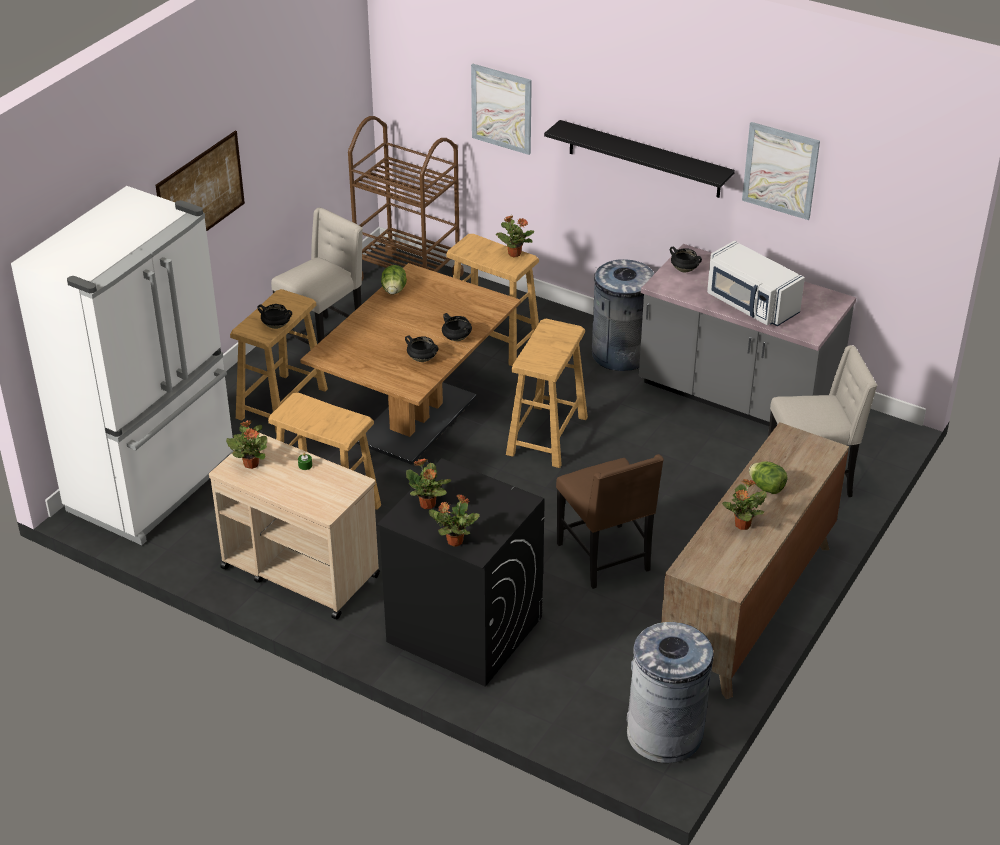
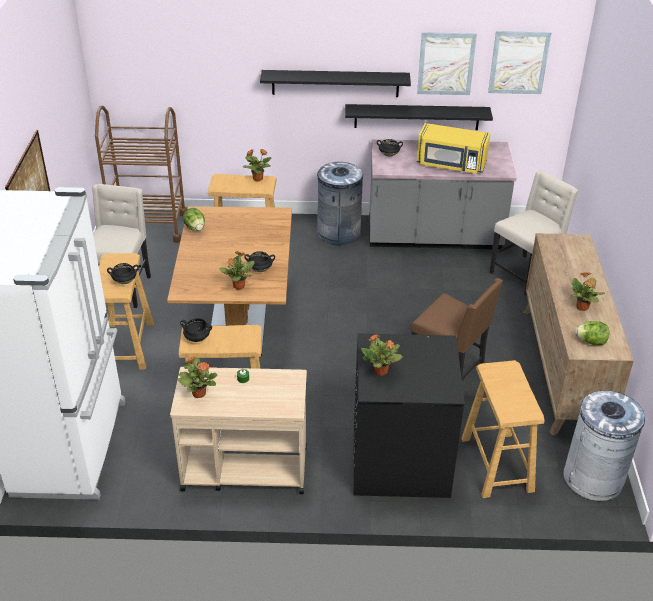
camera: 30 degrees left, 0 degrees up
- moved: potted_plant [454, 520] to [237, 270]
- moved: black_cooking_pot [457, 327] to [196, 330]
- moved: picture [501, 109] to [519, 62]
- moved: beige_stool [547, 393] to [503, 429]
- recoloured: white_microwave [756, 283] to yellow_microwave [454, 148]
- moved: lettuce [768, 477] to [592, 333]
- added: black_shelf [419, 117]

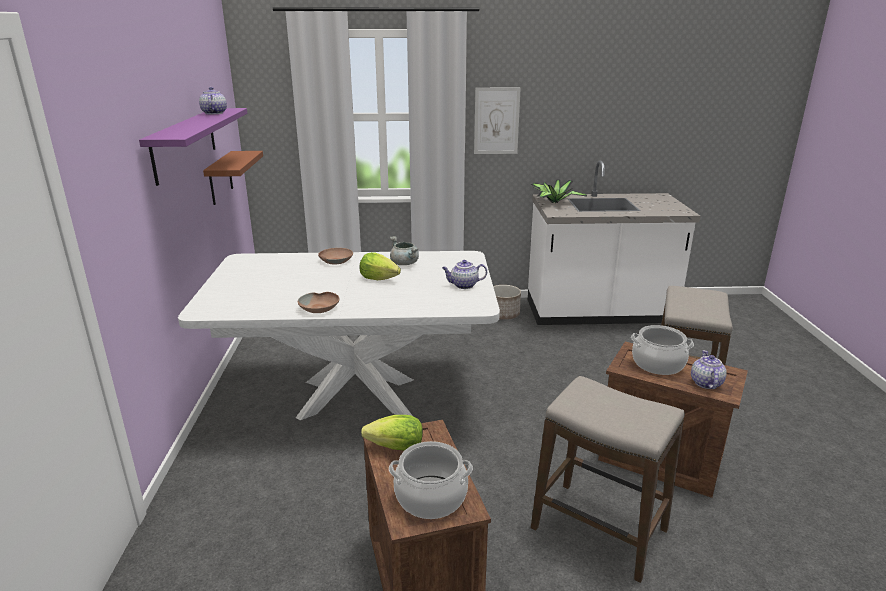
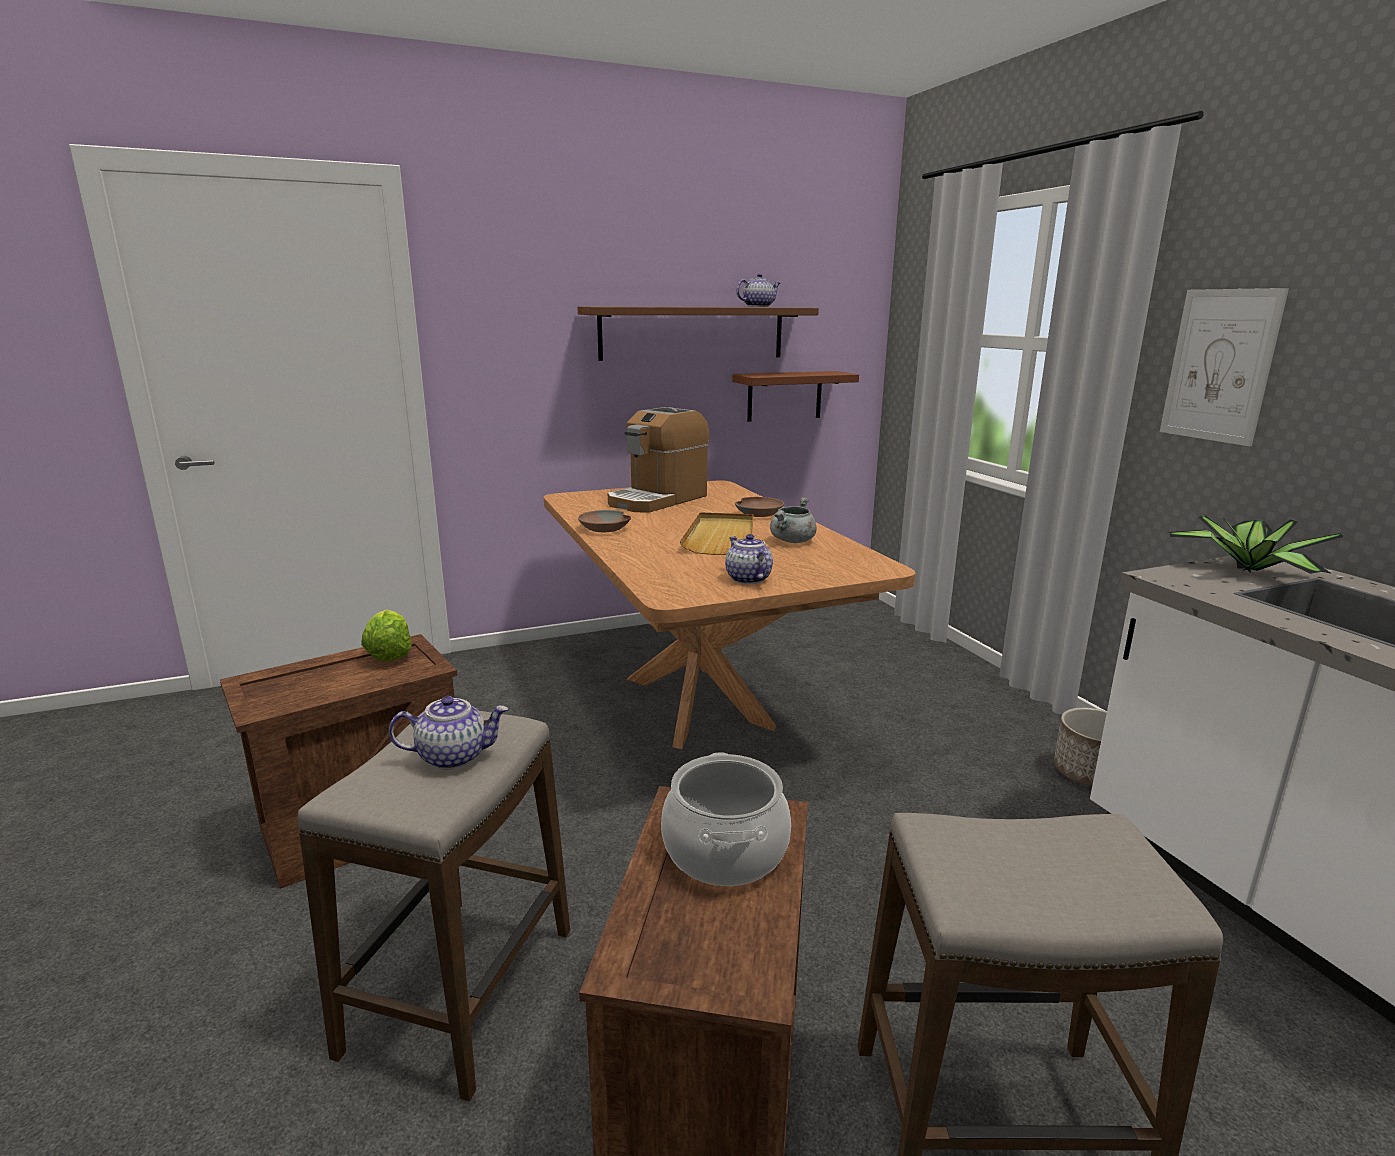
camera: 70 degrees right, 5 degrees down
- recoloured: purple_shelf [193, 147] to brown_shelf [698, 333]
- recoloured: white_dining_table [339, 335] to brown_dining_table [730, 614]
- replaced: lettuce [380, 266] to beige_tray [716, 533]
- removed: cooking_pot [431, 480]
- moved: teapot [709, 369] to [448, 733]
- added: coffee_machine [658, 460]

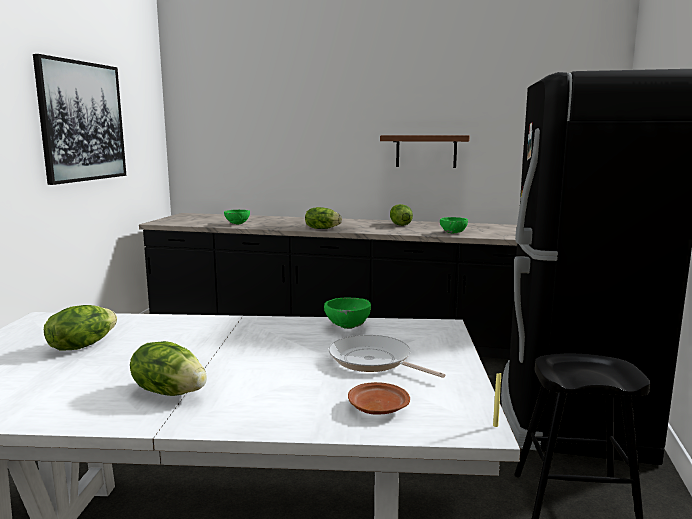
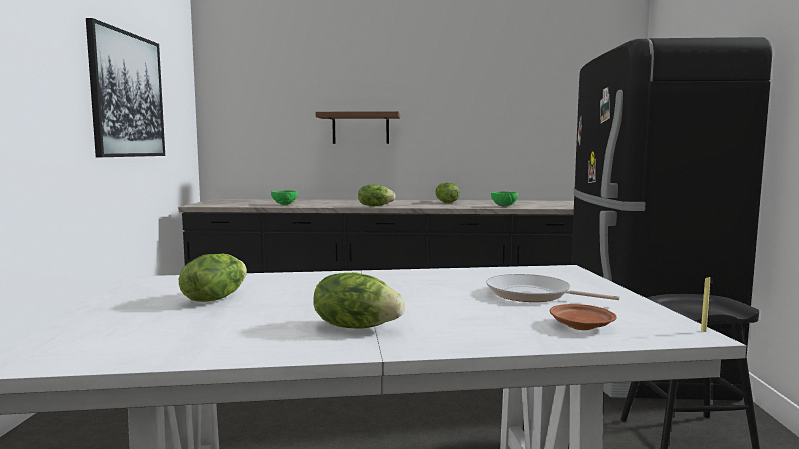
camera: 10 degrees left, 5 degrees down
- removed: green_bowl [347, 313]
- moved: shelf [425, 151] to [358, 127]

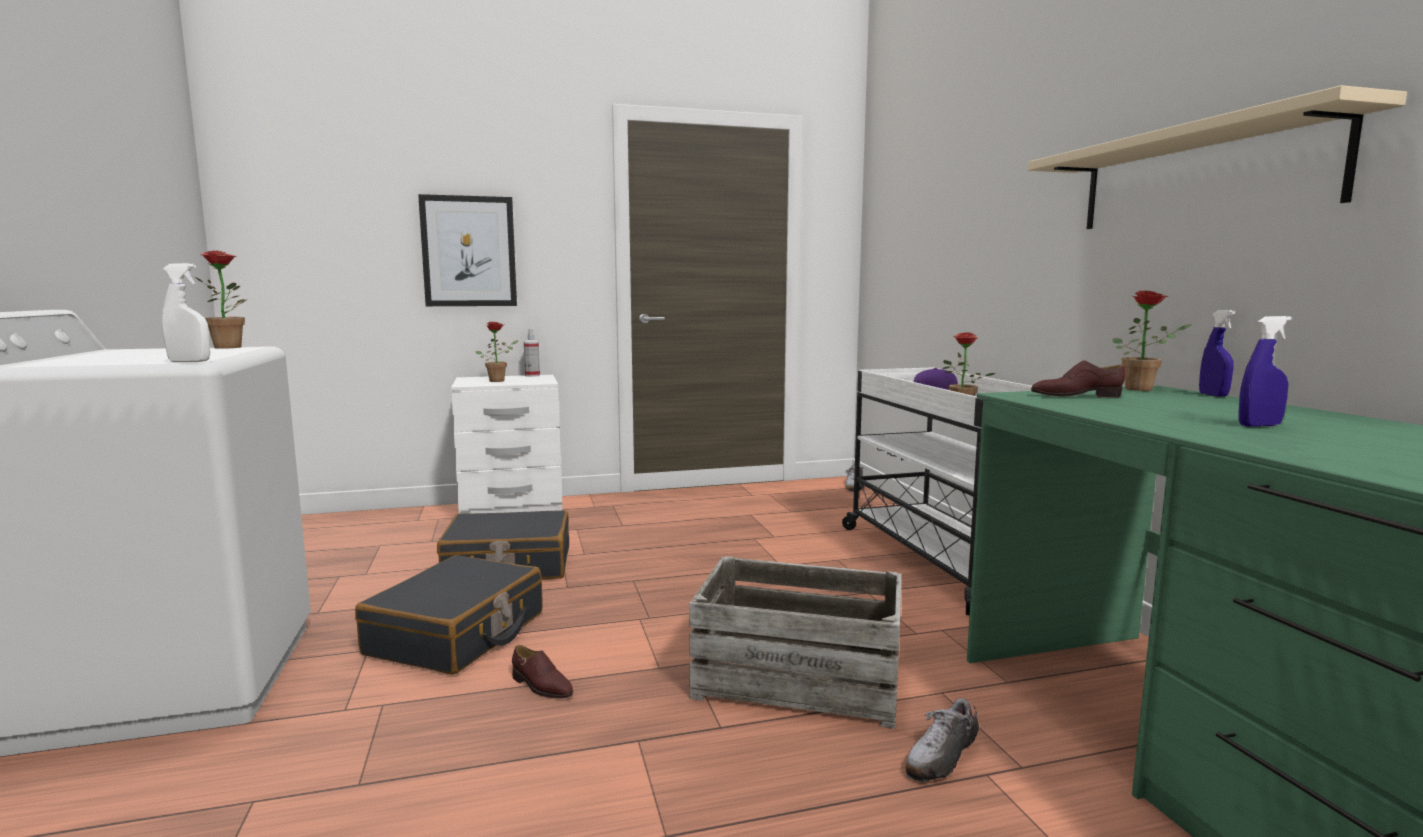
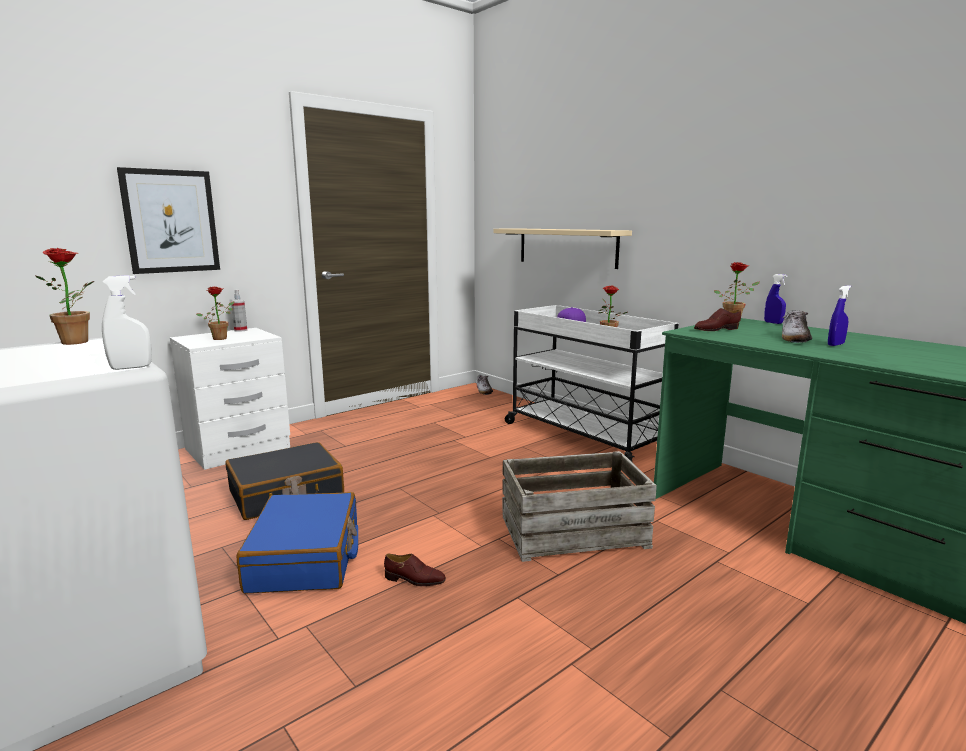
camera: 25 degrees left, 5 degrees up
- recoloured: black_suitcase [449, 615] to blue_suitcase [297, 543]
- moved: shoe [942, 740] to [797, 326]
- moved: beige_shelf [1217, 157] to [562, 248]

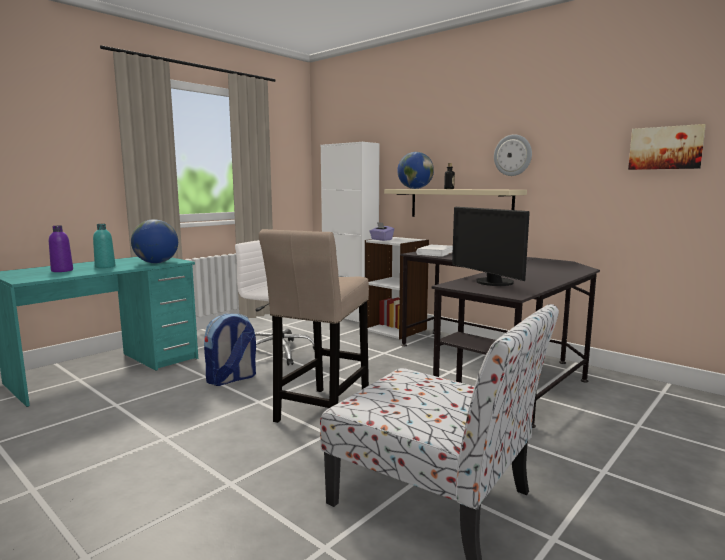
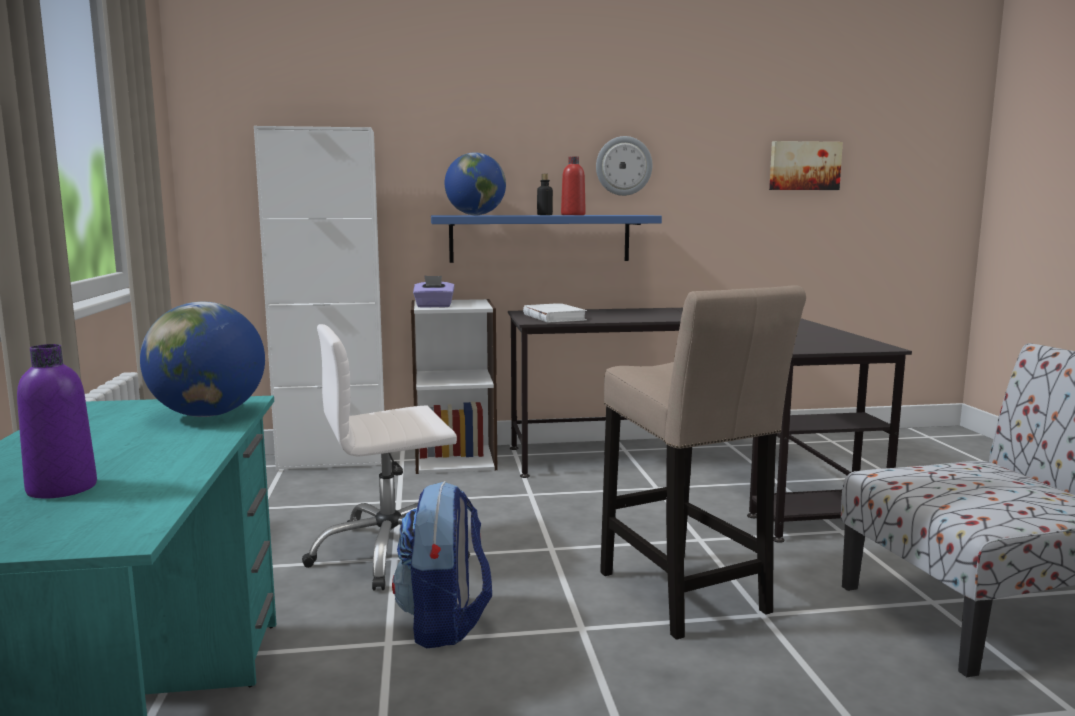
camera: 50 degrees left, 0 degrees up
- removed: turquoise_bottle [104, 246]
- recoloured: beige_shelf [455, 203] to blue_shelf [546, 239]
- removed: monitor [491, 246]
- added: red_bottle [573, 185]

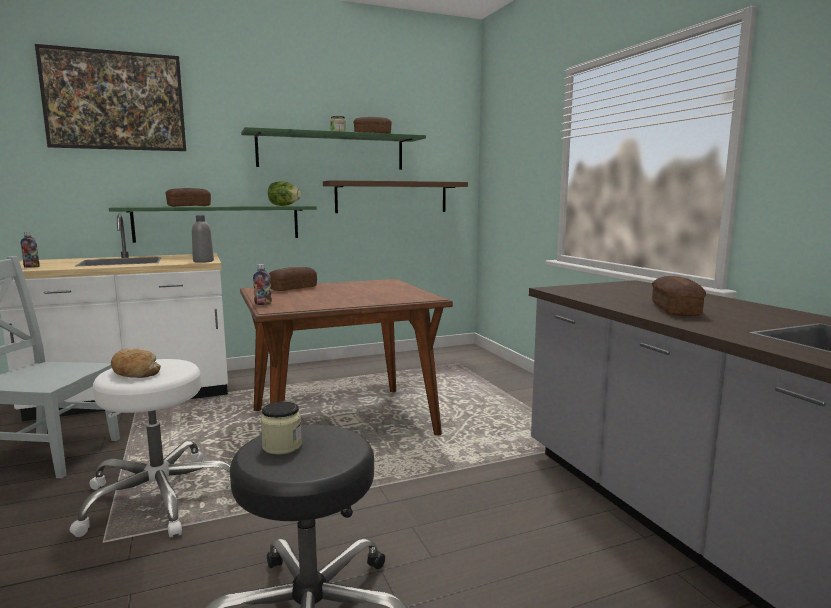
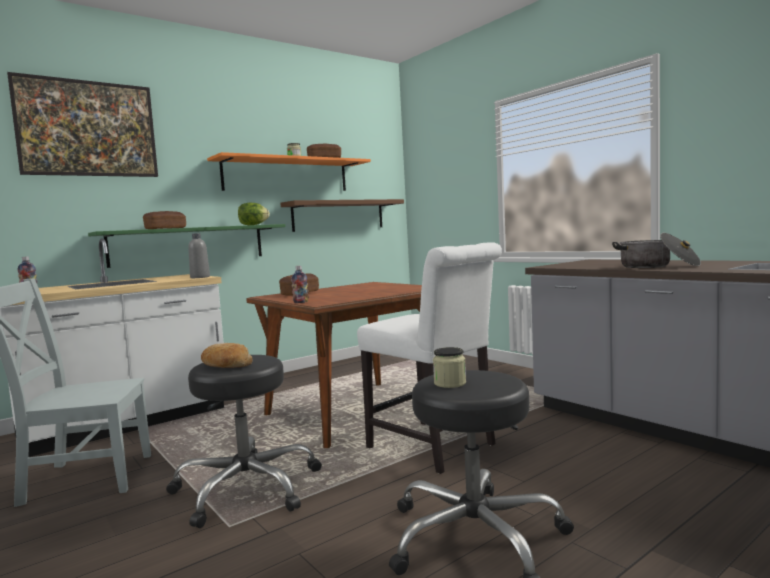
camera: 15 degrees left, 5 degrees down
- recoloured: white_stool [150, 448] to black_stool [244, 441]
- recoloured: green_shelf [333, 148] to orange_shelf [289, 171]
- replaced: bread [679, 296] to cooking_pot [656, 250]
- added: white_chair [429, 358]

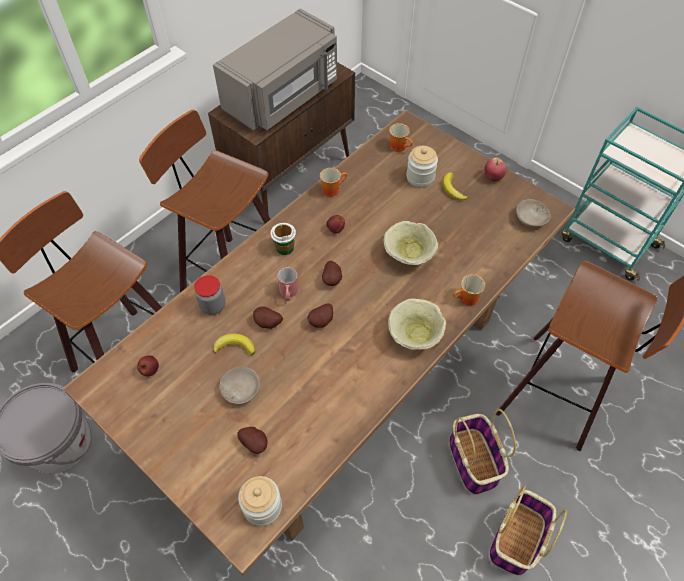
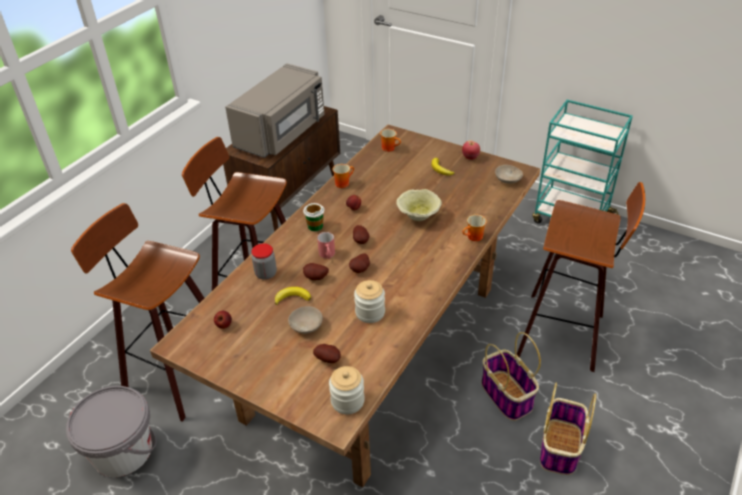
camera: 10 degrees left, 15 degrees down
- removed: beige_bowl [417, 324]
- moved: jar [422, 166] to [369, 301]

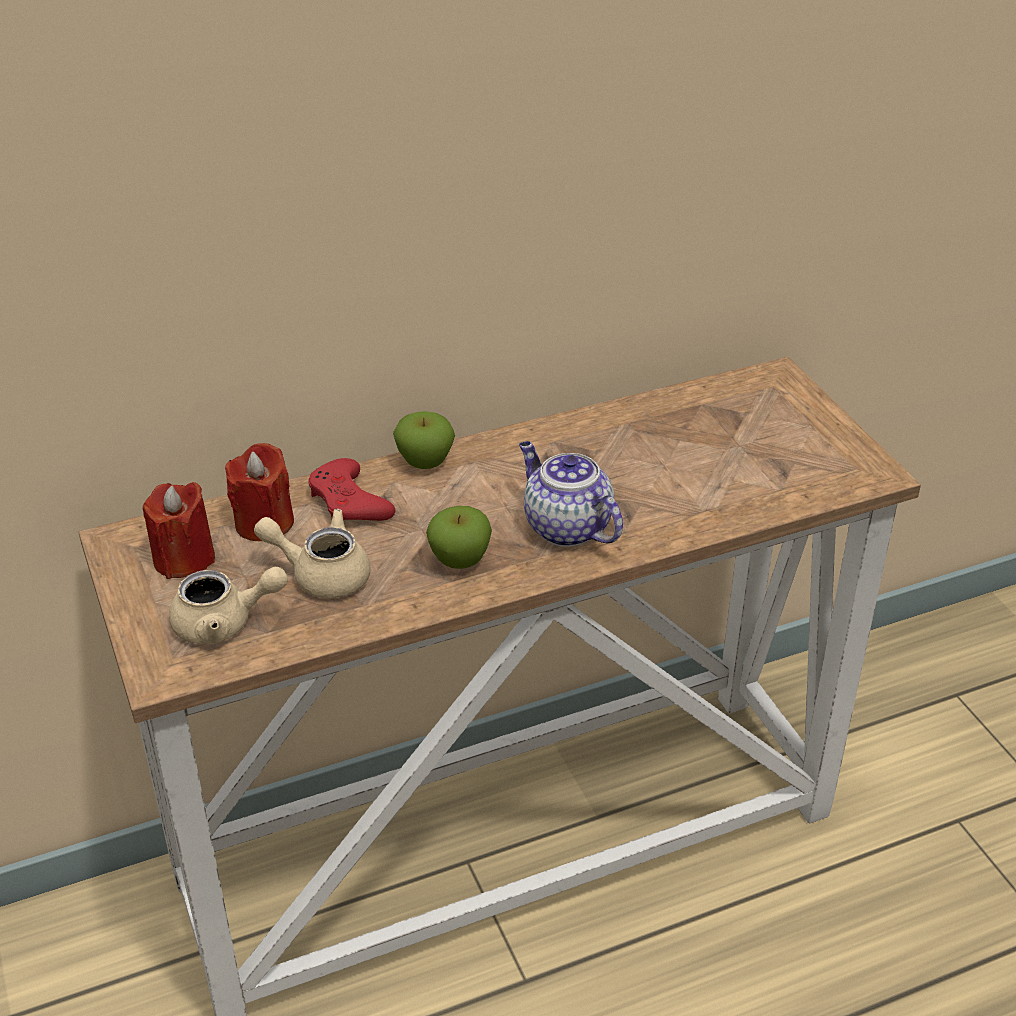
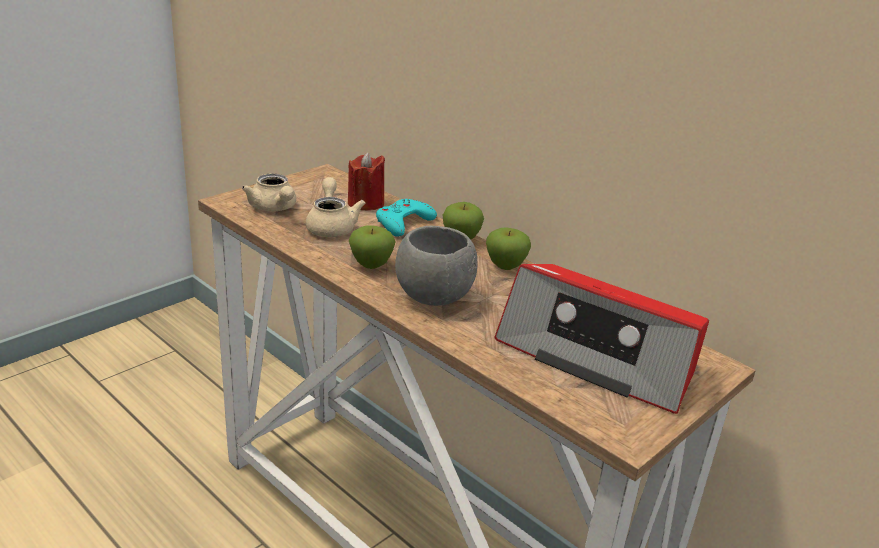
camera: 65 degrees right, 10 degrees down
- removed: red_candle [178, 530]
- recoloured: red_game_controller [351, 489] to turquoise_game_controller [406, 218]
- replaced: teapot [571, 494] to grey_bowl [436, 266]
- added: apple [508, 249]
- added: radio [601, 339]

